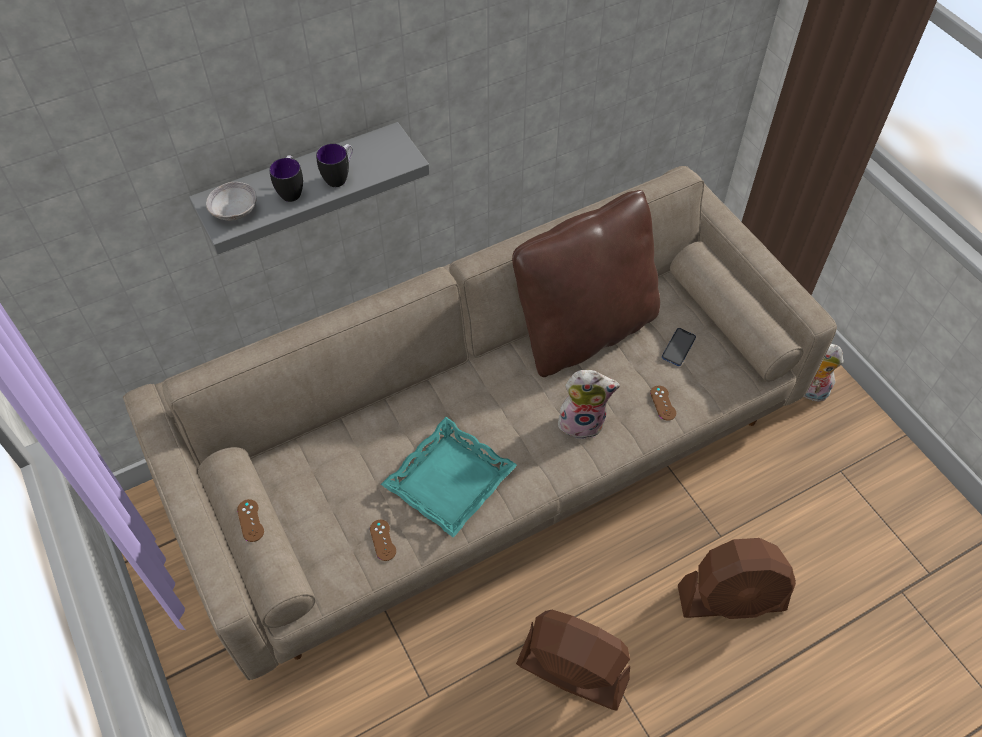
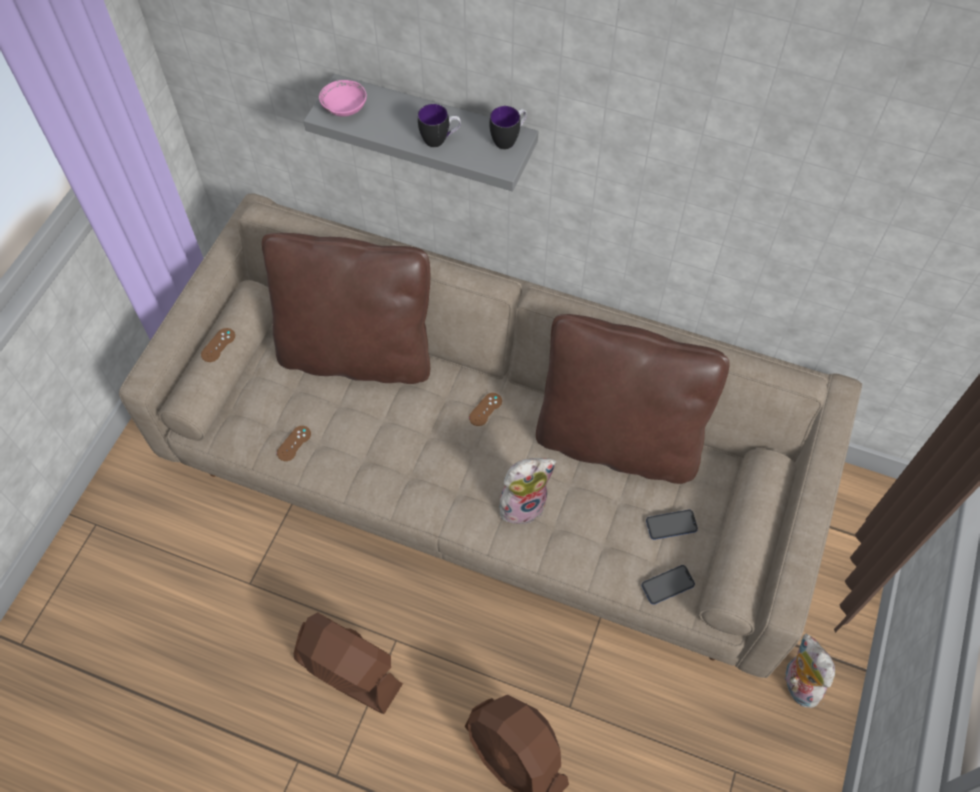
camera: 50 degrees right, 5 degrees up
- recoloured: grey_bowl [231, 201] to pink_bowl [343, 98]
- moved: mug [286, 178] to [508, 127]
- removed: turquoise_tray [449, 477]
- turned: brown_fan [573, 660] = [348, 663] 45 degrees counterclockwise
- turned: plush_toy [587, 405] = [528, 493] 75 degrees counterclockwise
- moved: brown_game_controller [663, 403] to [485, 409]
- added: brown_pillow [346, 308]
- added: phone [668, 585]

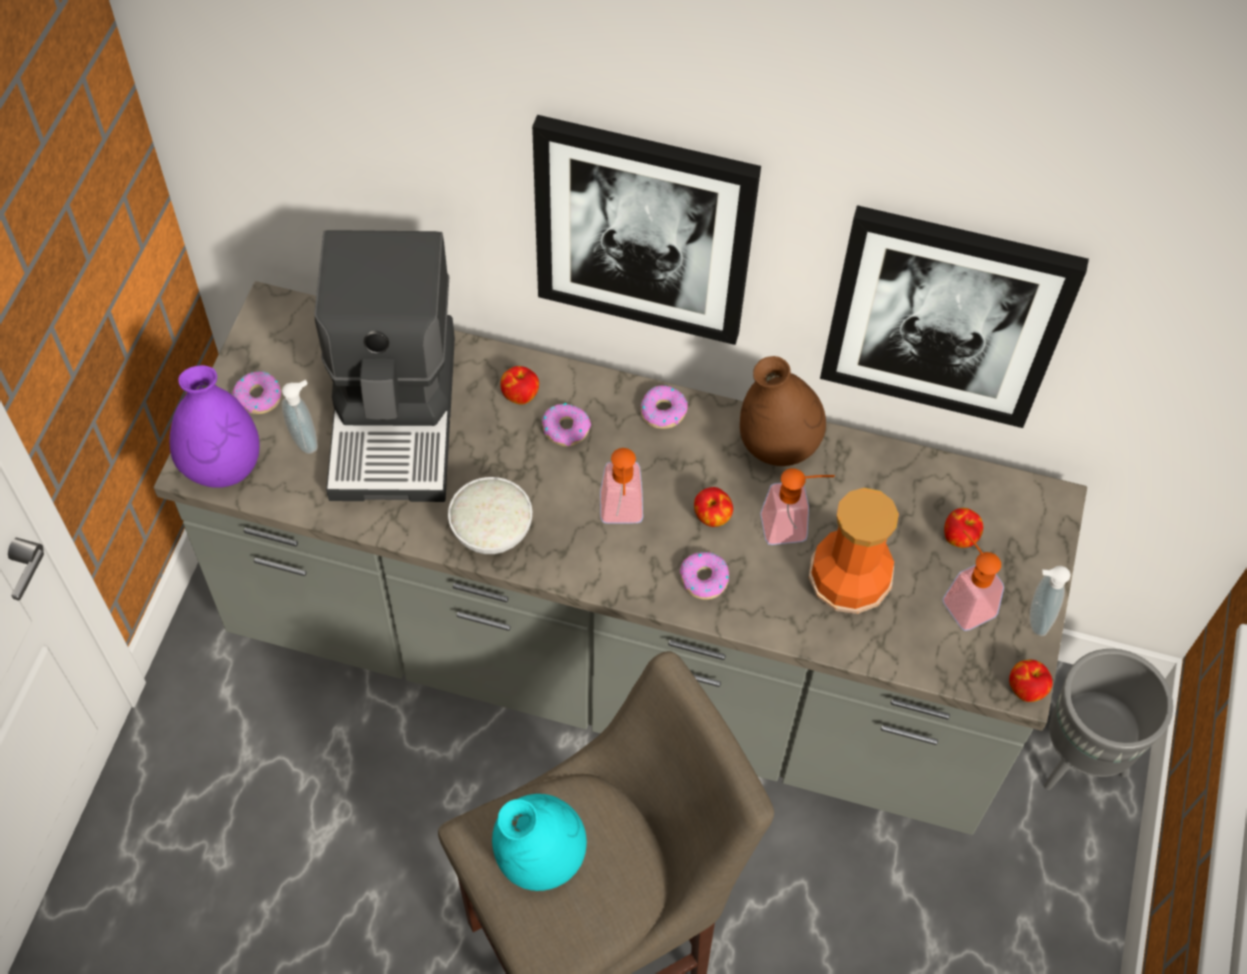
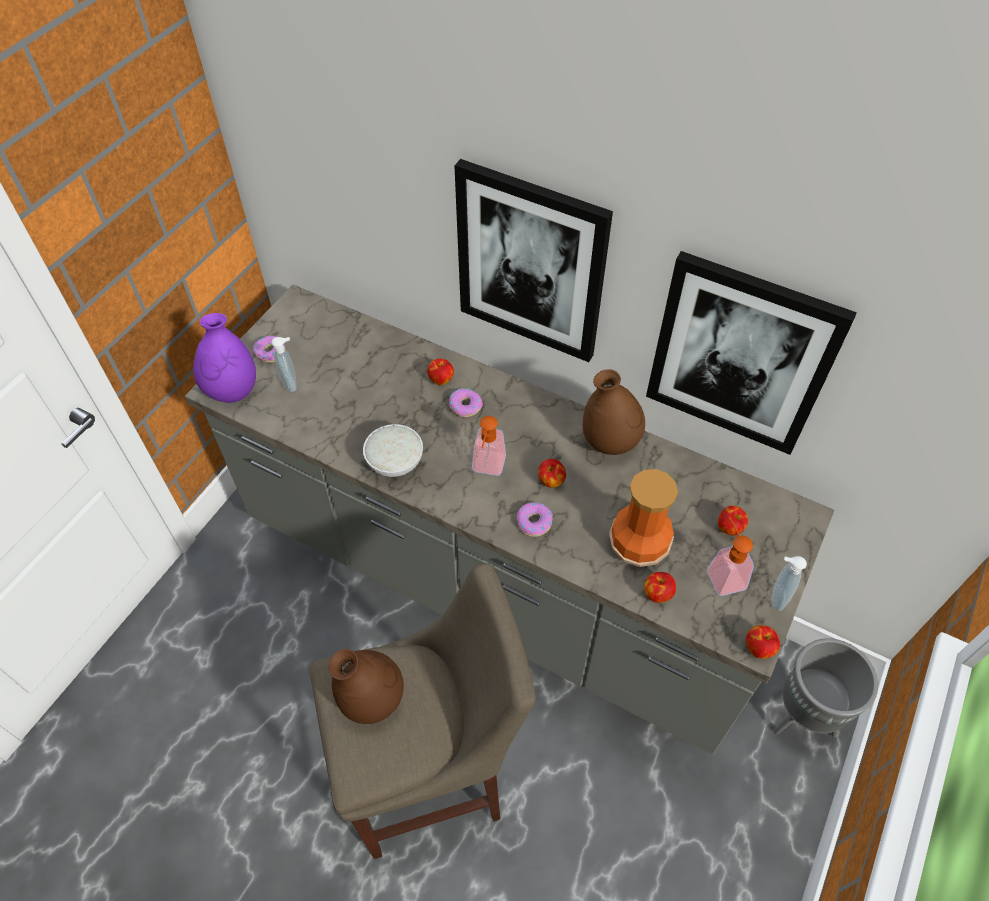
camera: 15 degrees right, 5 degrees down
- removed: coffee_machine [384, 366]
- recoloured: turquoise_vase [539, 842] to brown_vase [366, 686]
- removed: donut [664, 407]
- removed: soap_dispenser [797, 506]
- added: apple [660, 587]

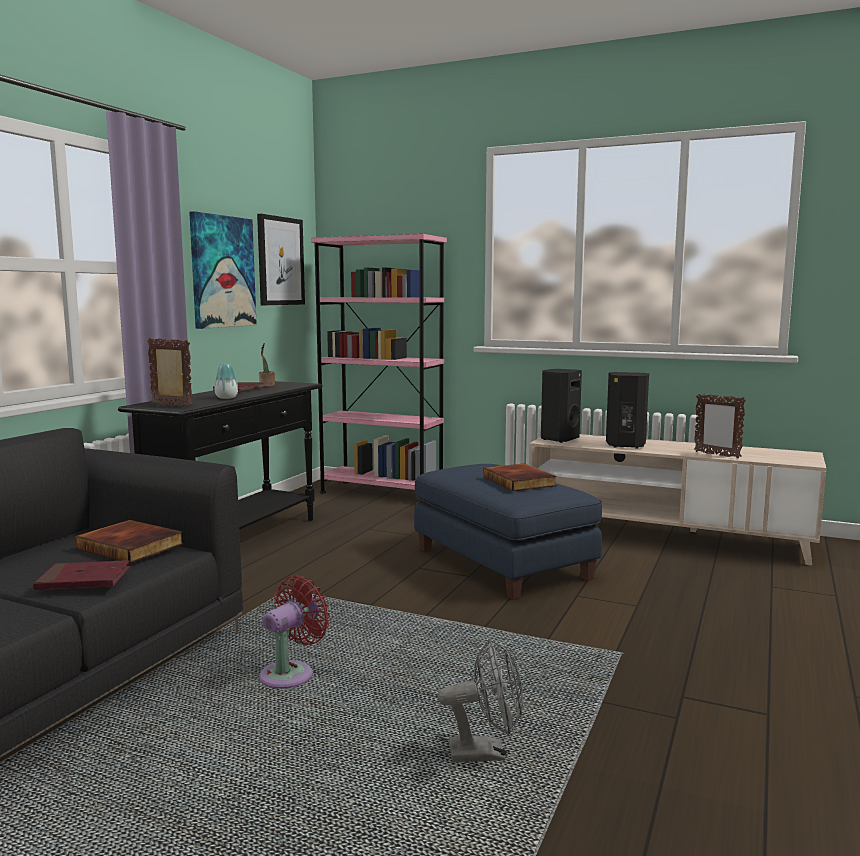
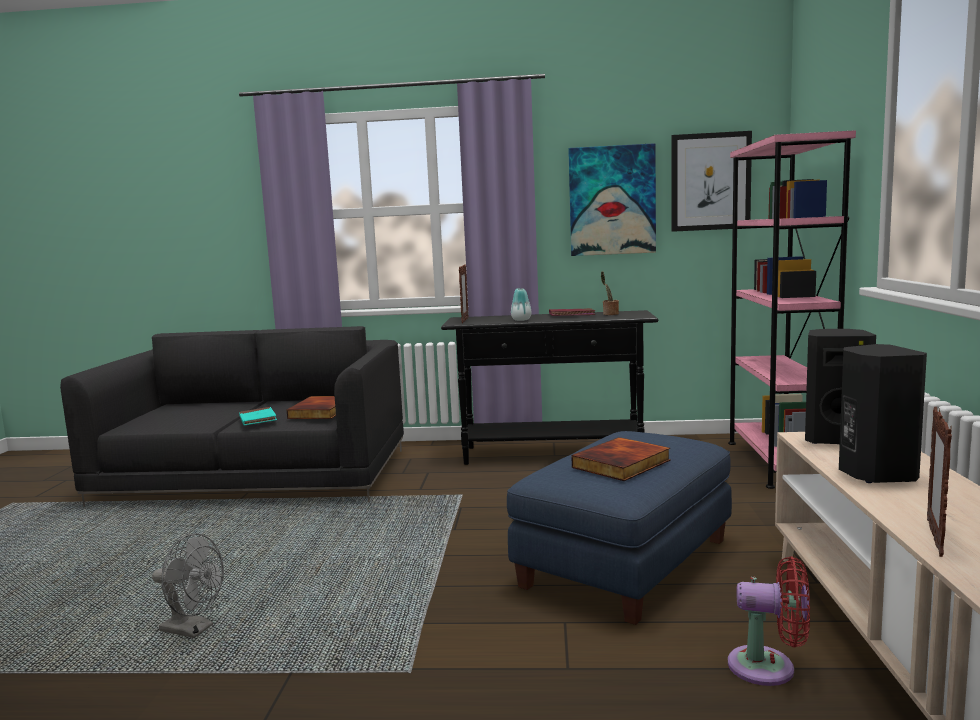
camera: 70 degrees right, 0 degrees up
- recoloured: red_book [81, 575] to turquoise_book [258, 416]
- moved: red_fan [294, 632] to [769, 621]
- turned: grey_fan [480, 700] = [188, 585] 45 degrees counterclockwise

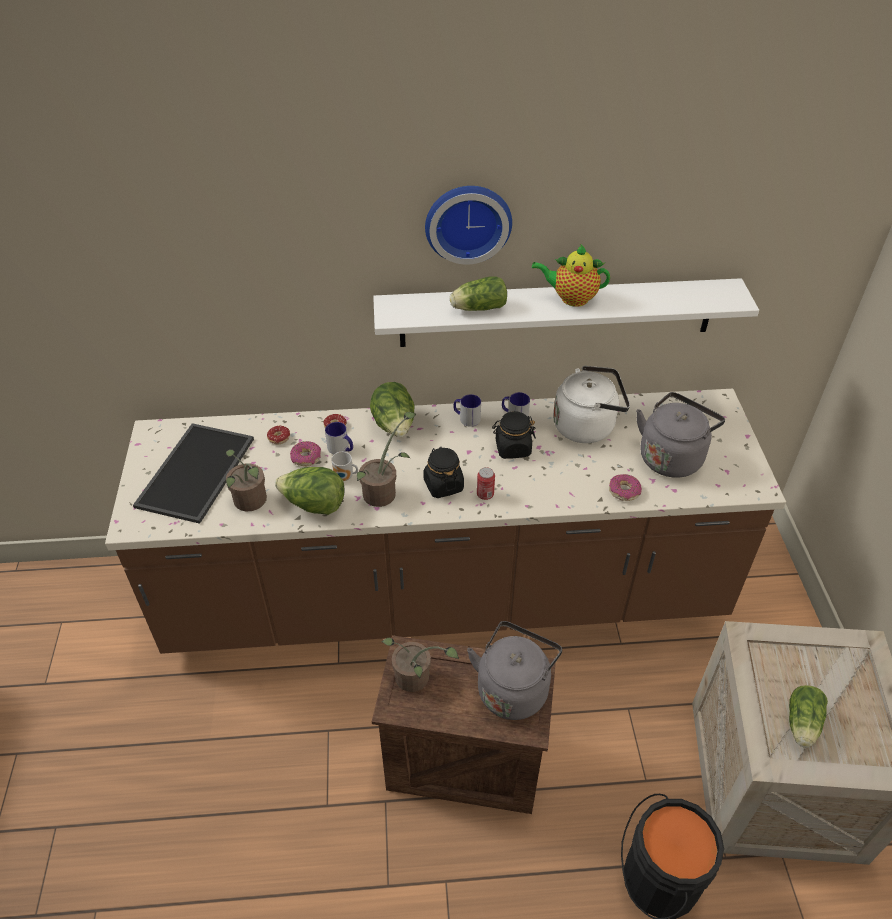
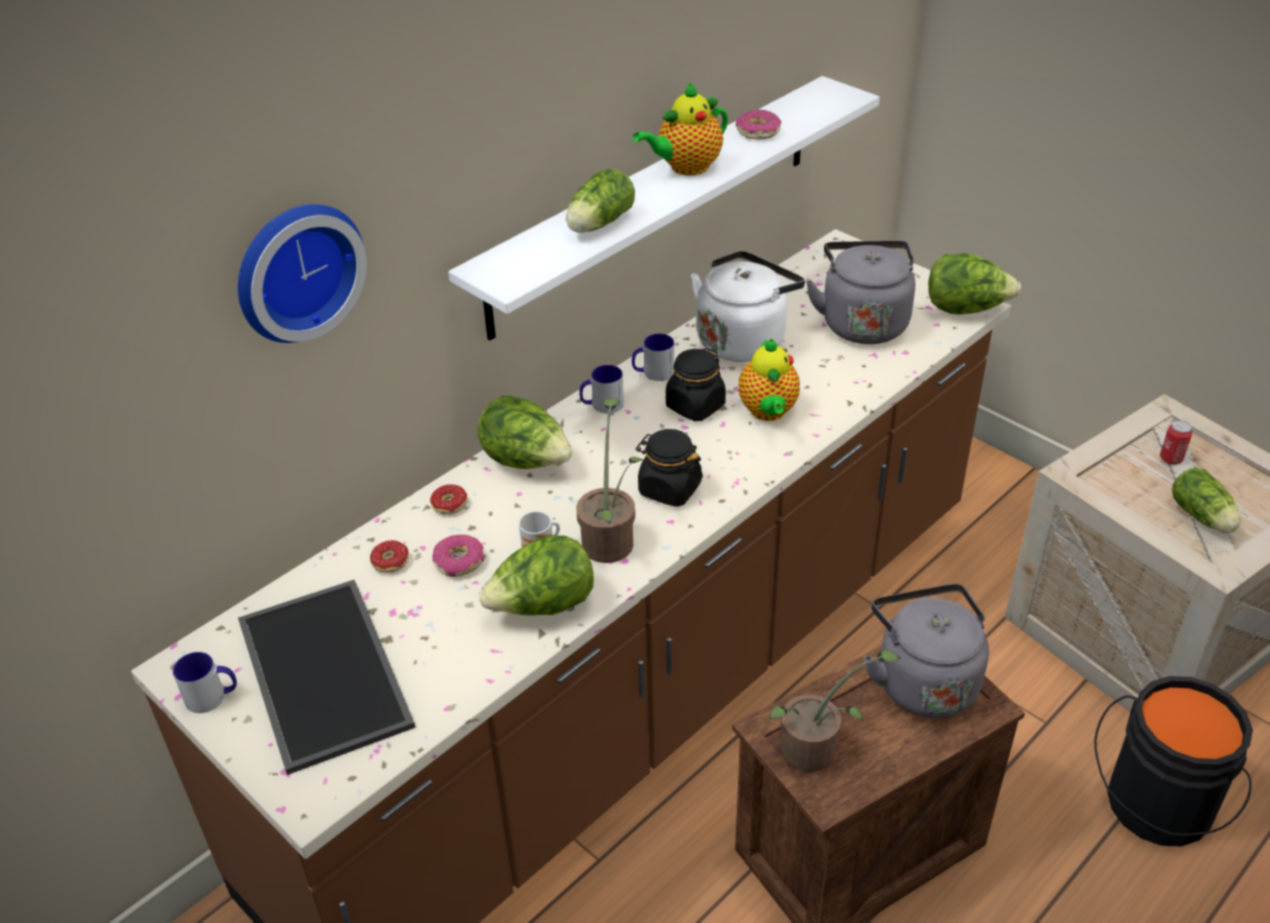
camera: 40 degrees left, 5 degrees down
- removed: potted_plant [246, 480]
- moved: mug [339, 438] to [205, 682]
- moved: wall_clock [468, 225] to [302, 273]
- moved: can [486, 483] to [1176, 442]
- moved: donut [625, 487] to [759, 124]
- added: teapot [769, 380]
- added: lettuce [974, 284]

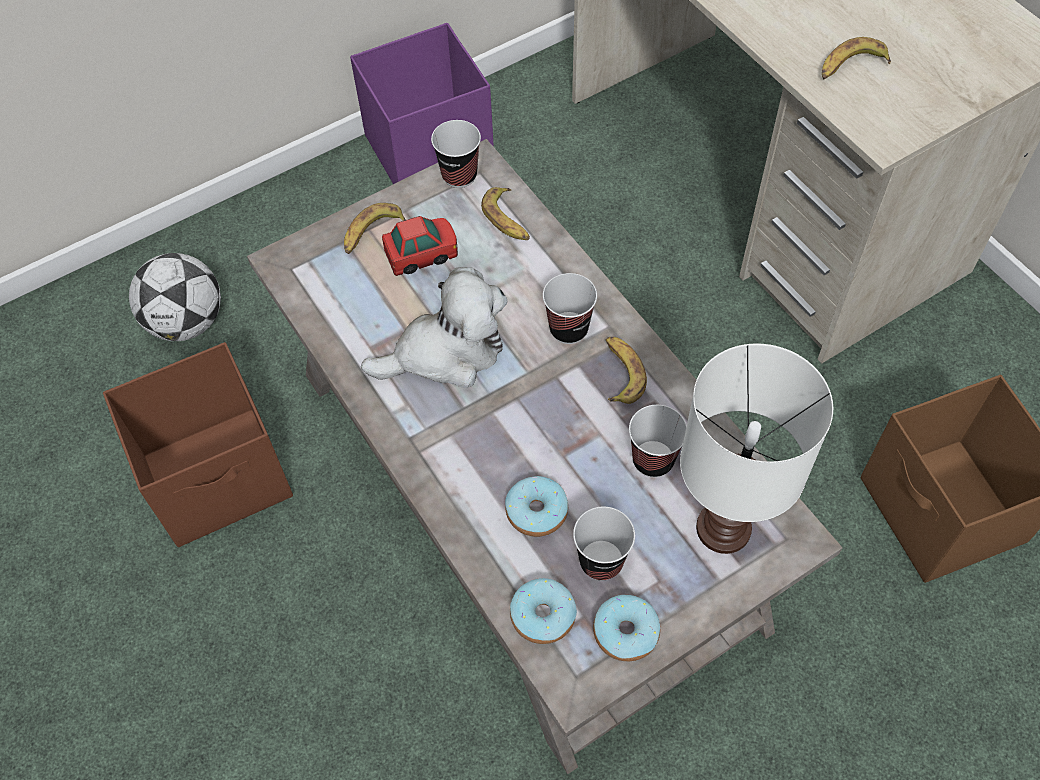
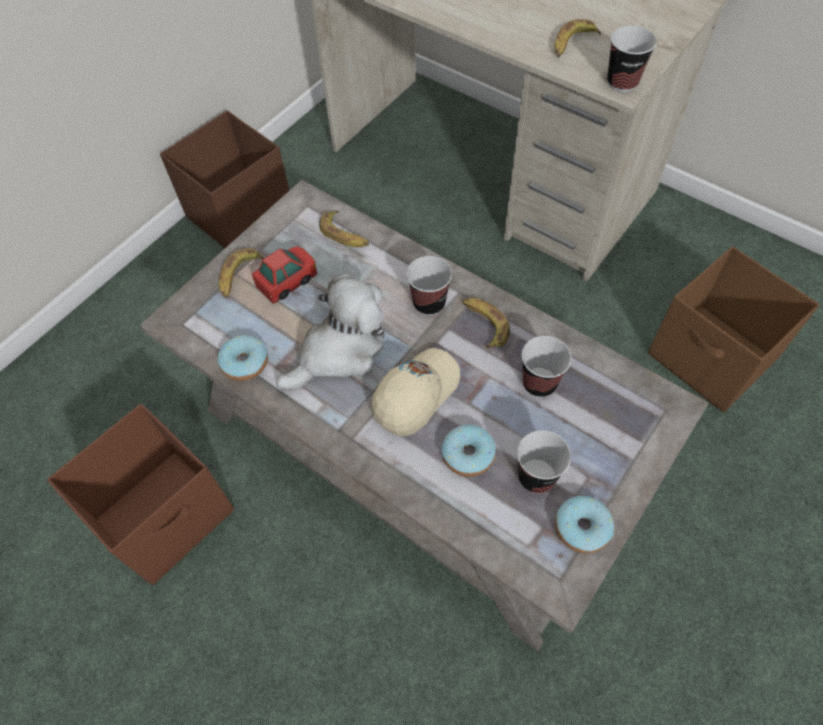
camera: 20 degrees left, 0 degrees up
- removed: football [175, 297]
- recoloured: purple_storage_box [422, 103] to brown_storage_box [224, 179]
- moved: cup [456, 154] to [632, 59]
- moved: donut [543, 611] to [242, 358]
- removed: white_table_lamp [756, 448]
- added: beige_cap [415, 392]

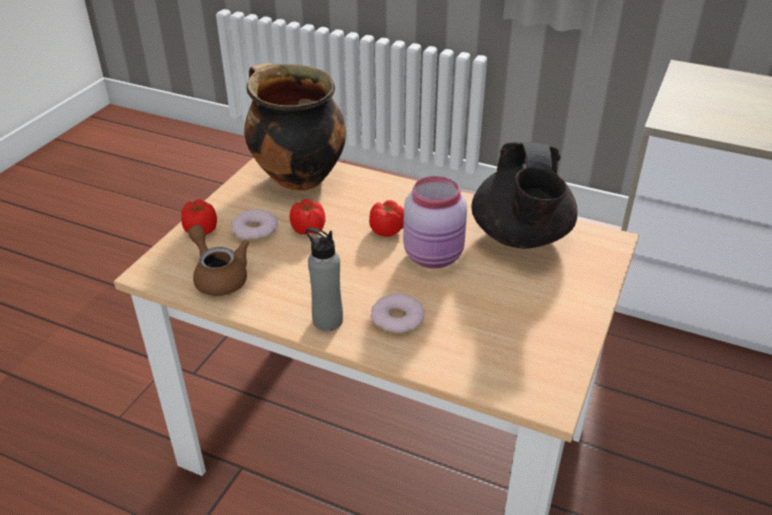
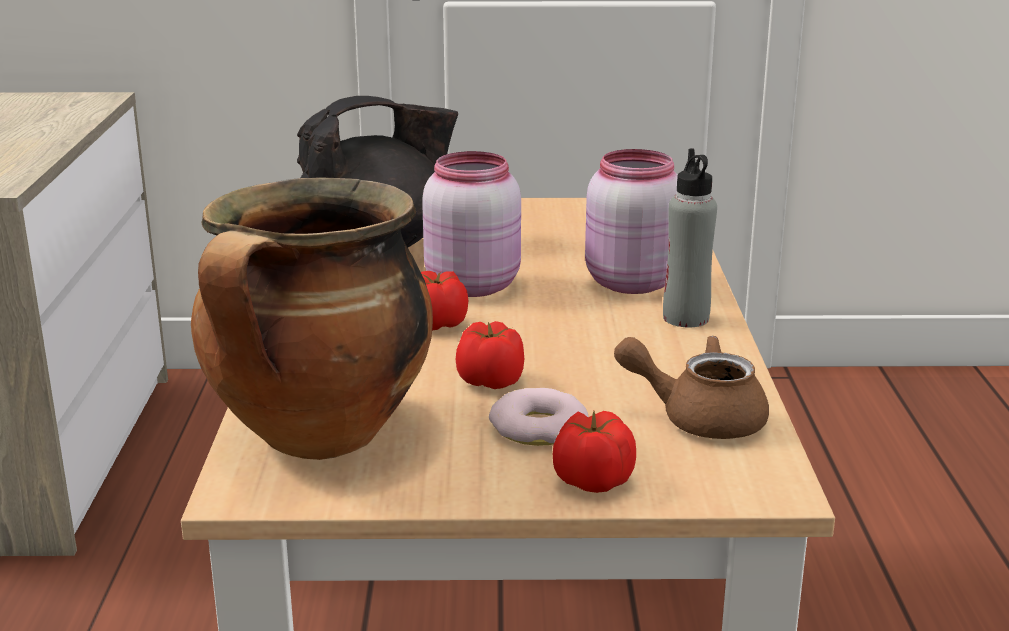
camera: 115 degrees left, 15 degrees down
- turned: brown_teapot [218, 260] = [691, 387] 75 degrees clockwise
- replaced: donut [397, 313] to pink_jar [631, 221]

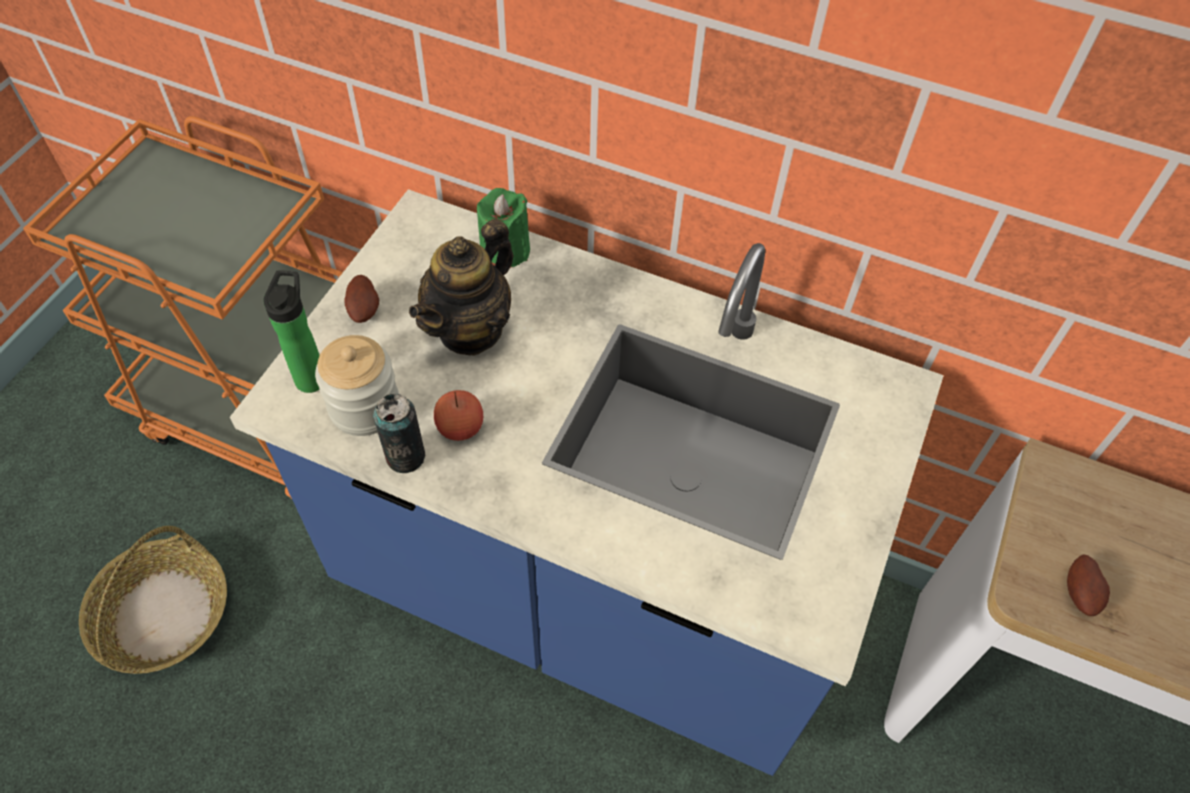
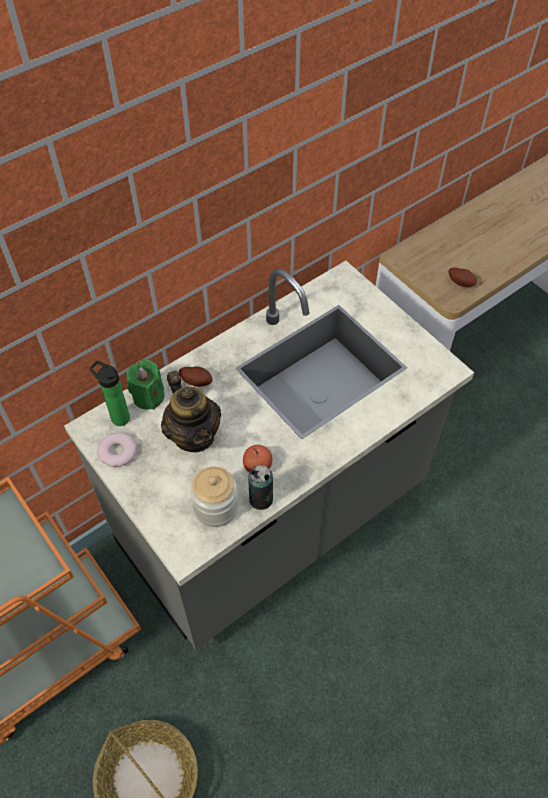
camera: 60 degrees left, 0 degrees up
- recoloured: blue_counter [587, 482] to grey_counter [269, 455]
- moved: bottle [292, 331] to [109, 393]
- moved: potato [361, 299] to [196, 377]
- added: donut [117, 449]

